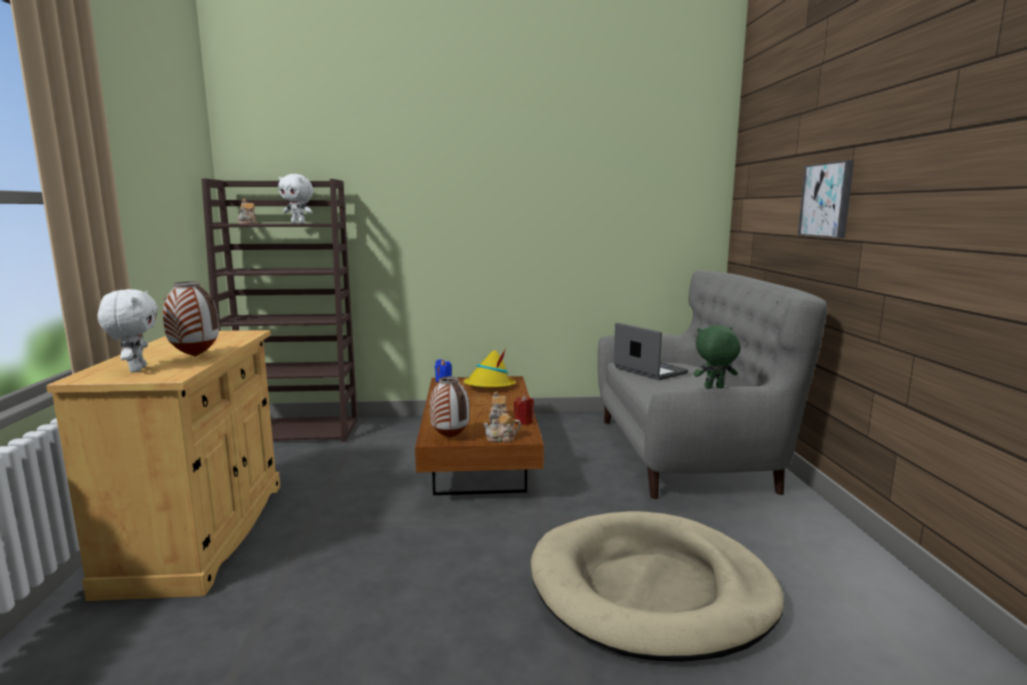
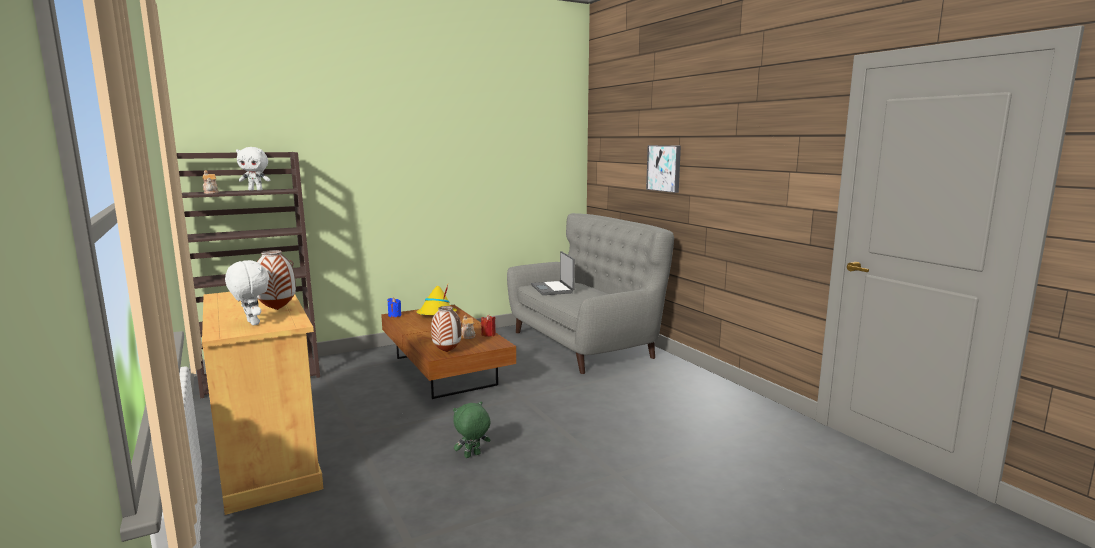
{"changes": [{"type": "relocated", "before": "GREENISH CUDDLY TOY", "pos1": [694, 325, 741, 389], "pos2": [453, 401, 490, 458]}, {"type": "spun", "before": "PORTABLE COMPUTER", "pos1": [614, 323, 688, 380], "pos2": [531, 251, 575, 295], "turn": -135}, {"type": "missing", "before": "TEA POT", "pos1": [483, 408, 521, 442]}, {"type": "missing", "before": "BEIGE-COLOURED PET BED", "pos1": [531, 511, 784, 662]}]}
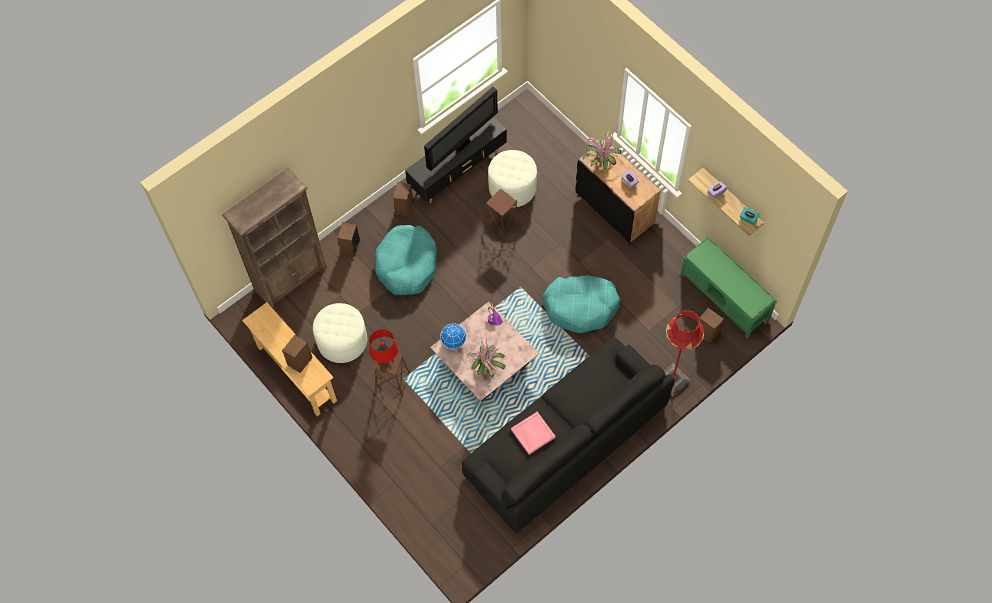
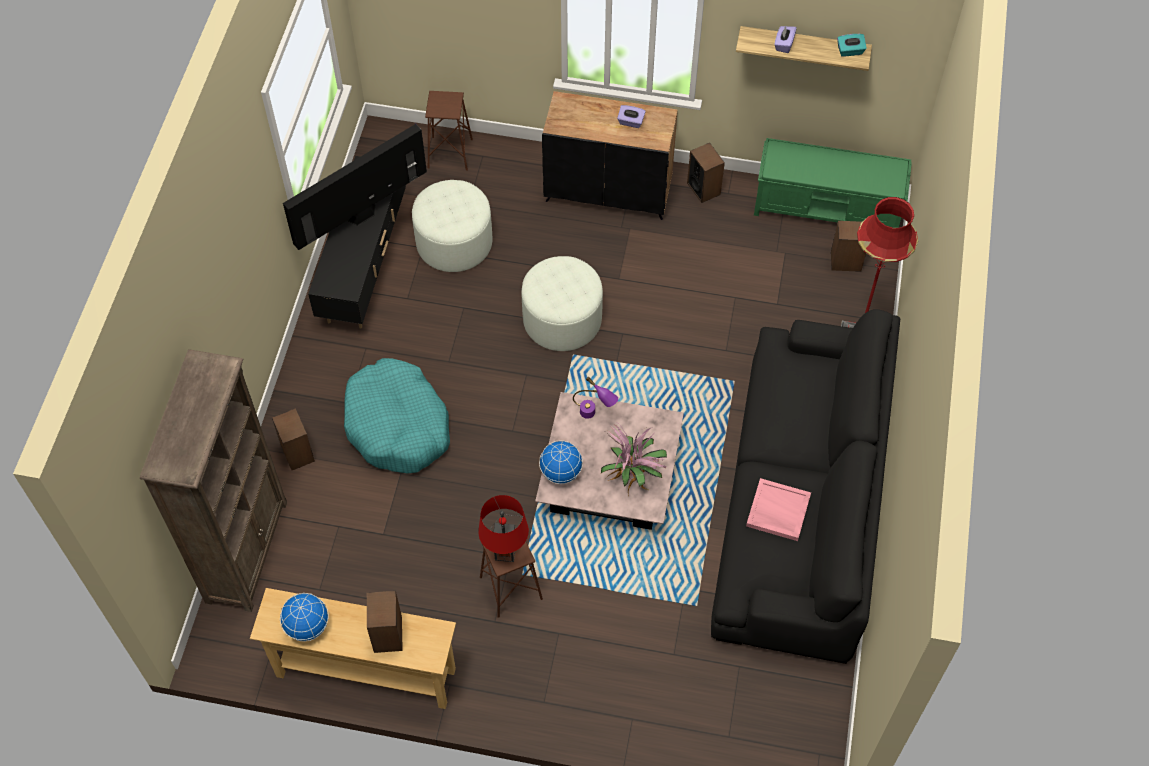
{"changes": [{"type": "appeared", "after": "GLOBE", "pos2": [280, 593, 329, 642]}, {"type": "spun", "before": "TELEVISION", "pos1": [424, 87, 498, 171], "pos2": [283, 124, 427, 250], "turn": -135}, {"type": "relocated", "before": "BROWNISH SITTING STOOL", "pos1": [484, 189, 521, 243], "pos2": [425, 91, 473, 171]}, {"type": "relocated", "before": "WHITE POUFFE", "pos1": [313, 303, 367, 363], "pos2": [522, 256, 603, 351]}, {"type": "relocated", "before": "LOUDSPEAKER", "pos1": [393, 182, 413, 217], "pos2": [687, 143, 725, 203]}, {"type": "missing", "before": "TURQUOISE PET BED", "pos1": [543, 275, 621, 333]}, {"type": "missing", "before": "PLANT IN A POT", "pos1": [583, 130, 621, 170]}]}
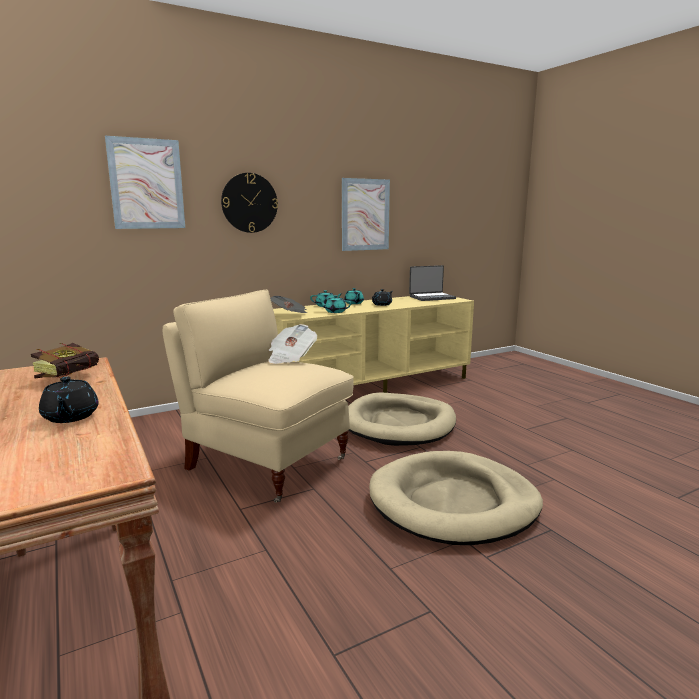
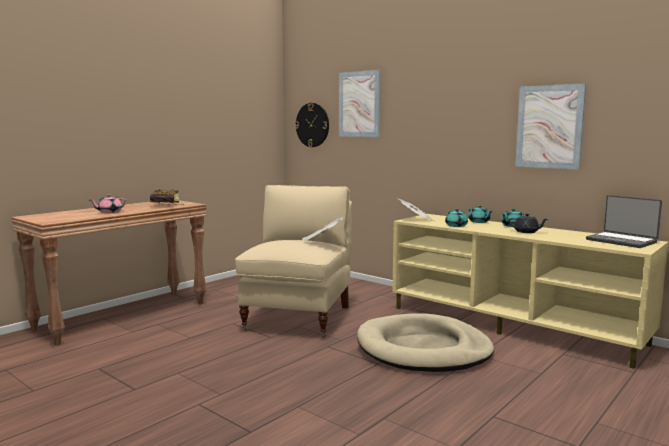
{"changes": [{"type": "colour", "before": "BLACKISH TEA POT", "after": "PINK TEA POT", "pos1": [39, 377, 99, 423], "pos2": [90, 194, 127, 213]}, {"type": "relocated", "before": "WALL CLOCK", "pos1": [221, 173, 278, 233], "pos2": [295, 103, 329, 147]}, {"type": "missing", "before": "BEIGE-COLOURED PET BED", "pos1": [369, 451, 543, 545]}]}
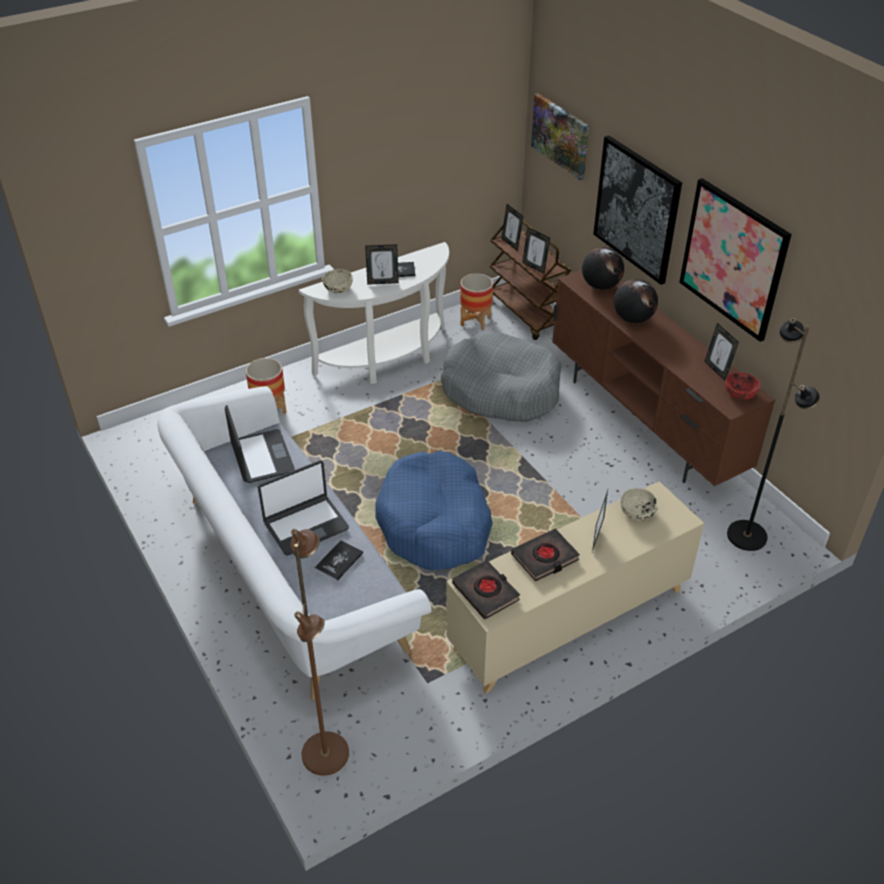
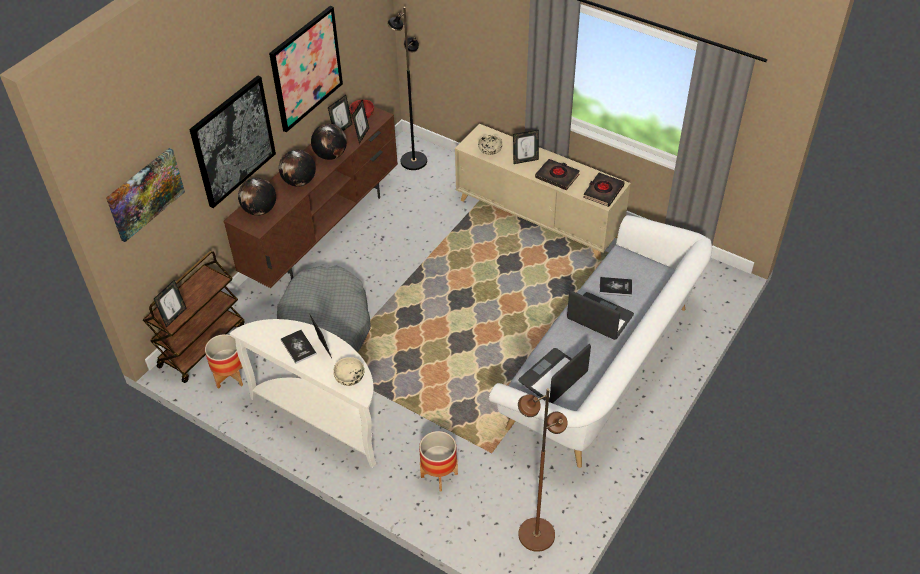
{"changes": [{"type": "appeared", "after": "GLOBE", "pos2": [311, 124, 347, 160]}, {"type": "relocated", "before": "PICTURE FRAME", "pos1": [522, 227, 550, 274], "pos2": [352, 99, 369, 144]}, {"type": "relocated", "before": "BROWNISH STANDARD LAMP", "pos1": [290, 529, 349, 775], "pos2": [518, 388, 567, 552]}, {"type": "missing", "before": "BLUE PET BED", "pos1": [375, 451, 493, 570]}]}
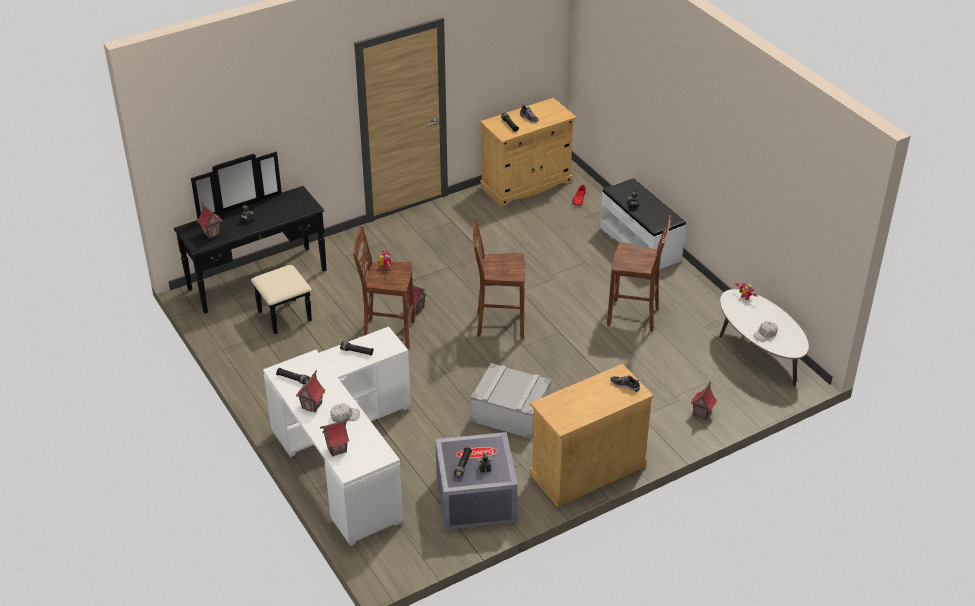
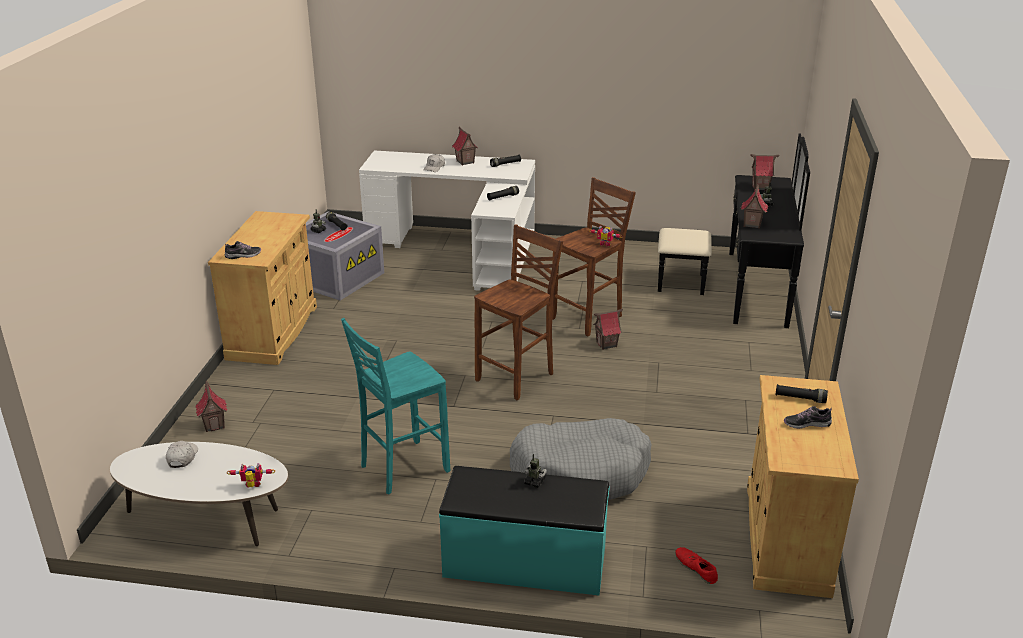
{"changes": [{"type": "colour", "before": "BROWNISH SITTING STOOL", "after": "TURQUOISE SITTING STOOL", "pos1": [607, 215, 671, 332], "pos2": [341, 318, 450, 495]}, {"type": "colour", "before": "WHITE BENCH", "after": "TURQUOISE BENCH", "pos1": [600, 178, 686, 270], "pos2": [439, 466, 610, 595]}, {"type": "appeared", "after": "GREY PET BED", "pos2": [510, 418, 652, 500]}, {"type": "relocated", "before": "MODEL HOUSE", "pos1": [320, 418, 349, 457], "pos2": [741, 184, 768, 228]}, {"type": "missing", "before": "GREY STORAGE CONTAINER", "pos1": [471, 363, 551, 439]}]}
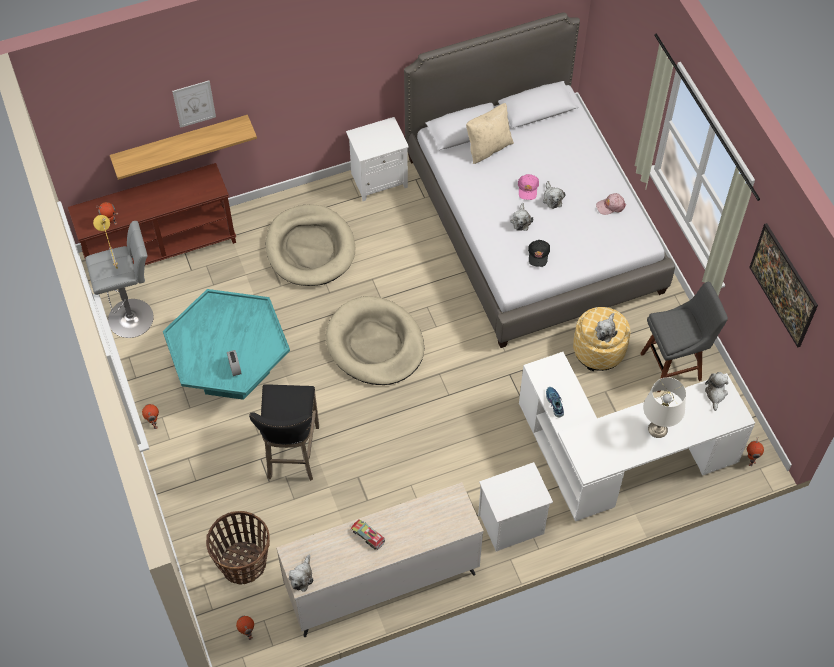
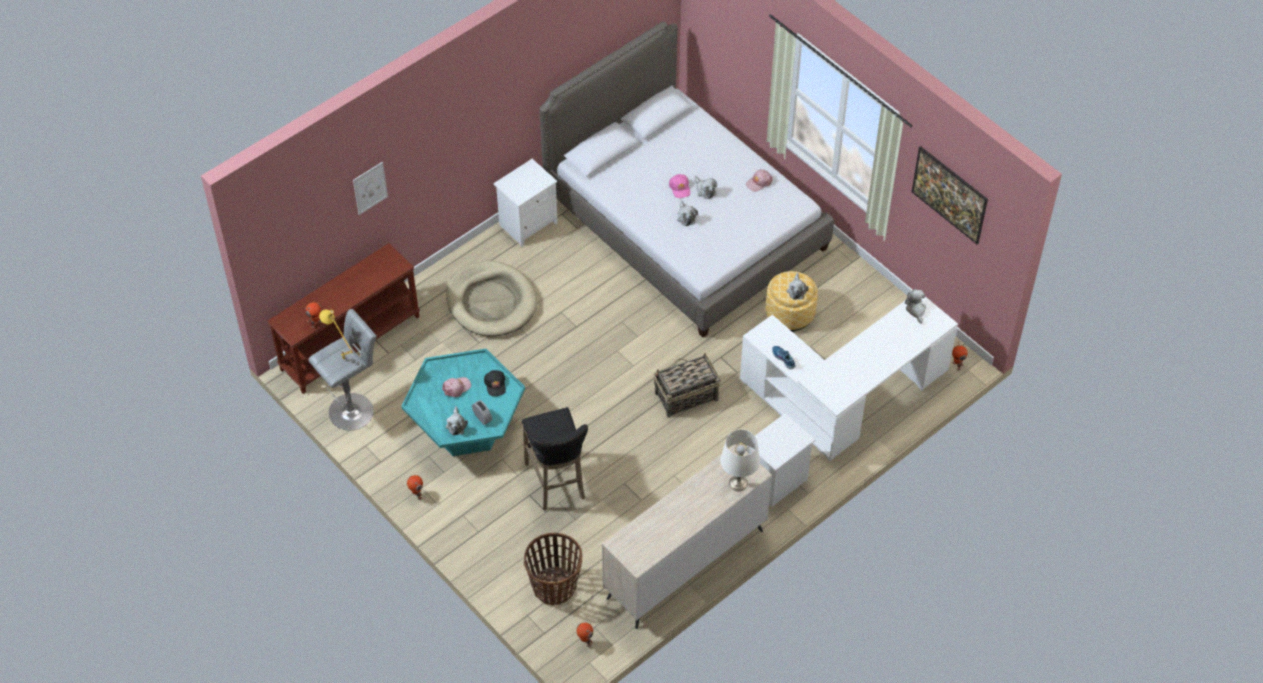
{"changes": [{"type": "appeared", "after": "PINK CAP", "pos2": [442, 377, 471, 397]}, {"type": "relocated", "before": "CUDDLY TOY", "pos1": [289, 554, 313, 591], "pos2": [446, 406, 468, 435]}, {"type": "relocated", "before": "BLACKISH CAP", "pos1": [528, 240, 550, 267], "pos2": [484, 370, 506, 396]}, {"type": "appeared", "after": "STORAGE BASKET", "pos2": [654, 353, 720, 418]}, {"type": "relocated", "before": "WHITE TABLETOP LAMP", "pos1": [643, 377, 686, 438], "pos2": [720, 430, 760, 491]}, {"type": "missing", "before": "SHELF", "pos1": [110, 115, 257, 180]}, {"type": "missing", "before": "BEIGE-COLOURED PET BED", "pos1": [326, 296, 424, 385]}, {"type": "missing", "before": "TOY LORRY", "pos1": [351, 519, 385, 550]}, {"type": "missing", "before": "BEIGE-COLOURED CUSHION", "pos1": [466, 103, 514, 164]}, {"type": "missing", "before": "GREY SITTING STOOL", "pos1": [640, 282, 728, 392]}]}
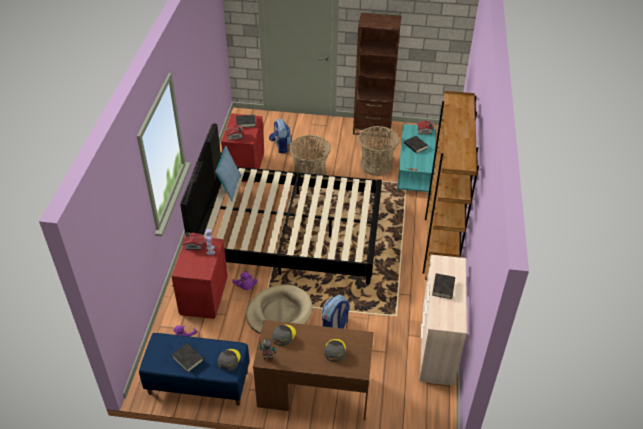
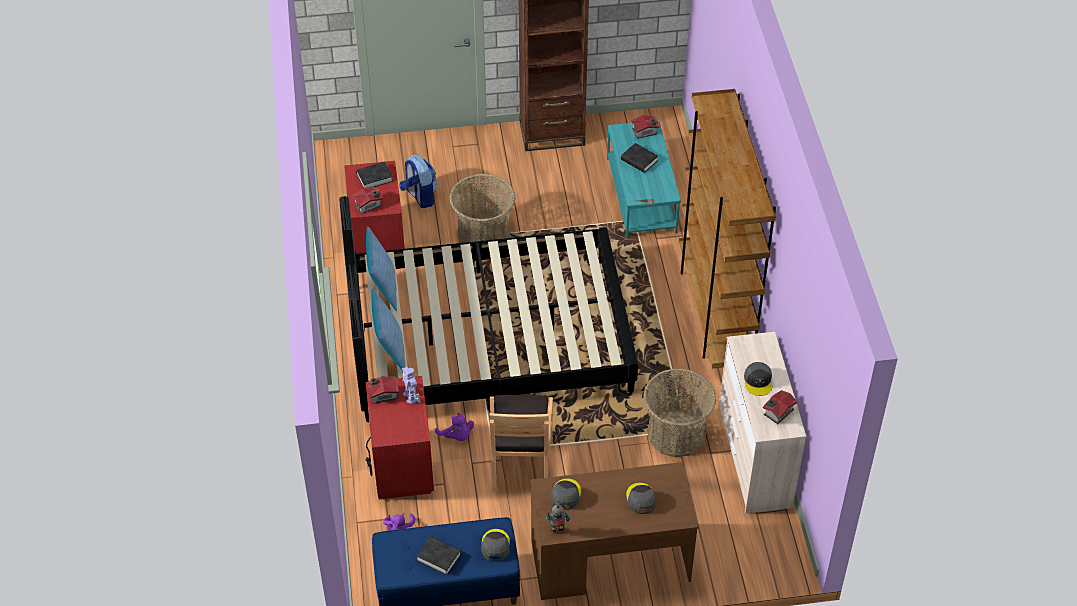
{"changes": [{"type": "appeared", "after": "CUSHION", "pos2": [371, 289, 405, 370]}, {"type": "exchanged", "before": "BEIGE-COLOURED PET BED", "after": "BROWNISH PLAIN CHAIR", "pos1": [246, 285, 313, 334], "pos2": [489, 395, 553, 492]}, {"type": "relocated", "before": "STORAGE BASKET", "pos1": [358, 126, 399, 176], "pos2": [643, 369, 716, 458]}, {"type": "exchanged", "before": "BLACKISH BOOK", "after": "GREY CAP", "pos1": [432, 273, 455, 299], "pos2": [744, 362, 773, 396]}, {"type": "appeared", "after": "MODEL HOUSE", "pos2": [763, 390, 798, 424]}, {"type": "missing", "before": "BACKPACK", "pos1": [322, 295, 350, 329]}]}
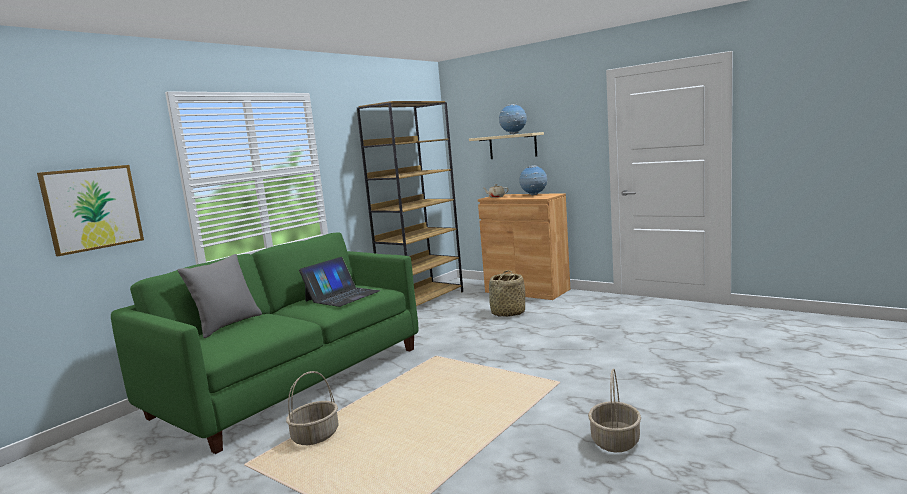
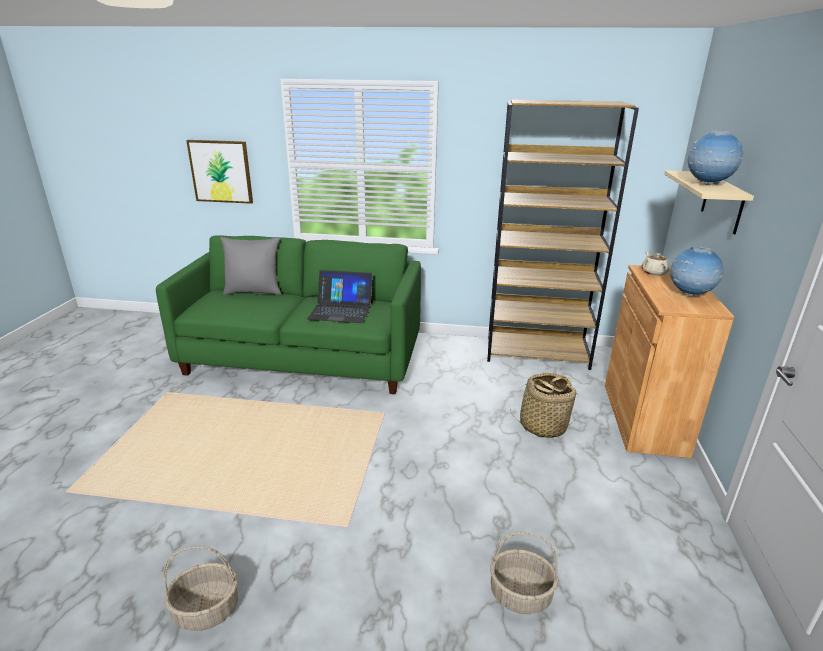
{"changes": [{"type": "relocated", "before": "STORAGE BASKET", "pos1": [286, 371, 338, 445], "pos2": [490, 532, 558, 614]}]}
